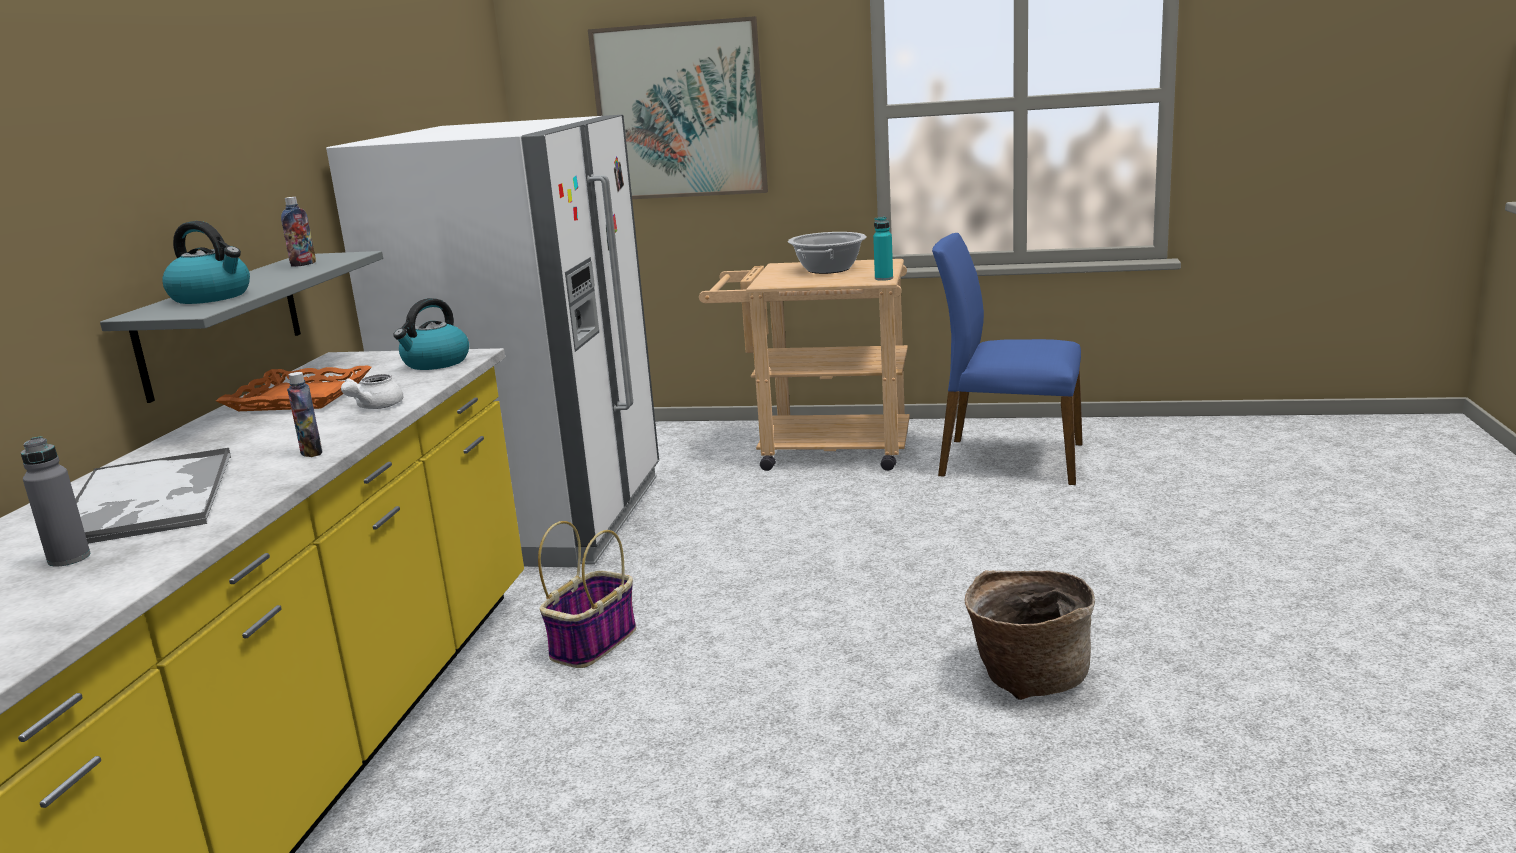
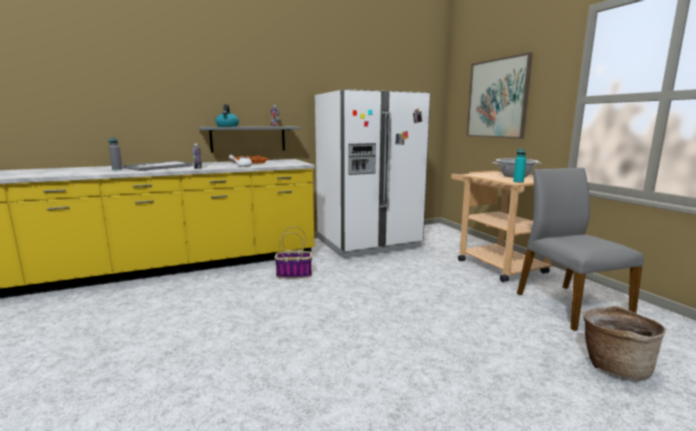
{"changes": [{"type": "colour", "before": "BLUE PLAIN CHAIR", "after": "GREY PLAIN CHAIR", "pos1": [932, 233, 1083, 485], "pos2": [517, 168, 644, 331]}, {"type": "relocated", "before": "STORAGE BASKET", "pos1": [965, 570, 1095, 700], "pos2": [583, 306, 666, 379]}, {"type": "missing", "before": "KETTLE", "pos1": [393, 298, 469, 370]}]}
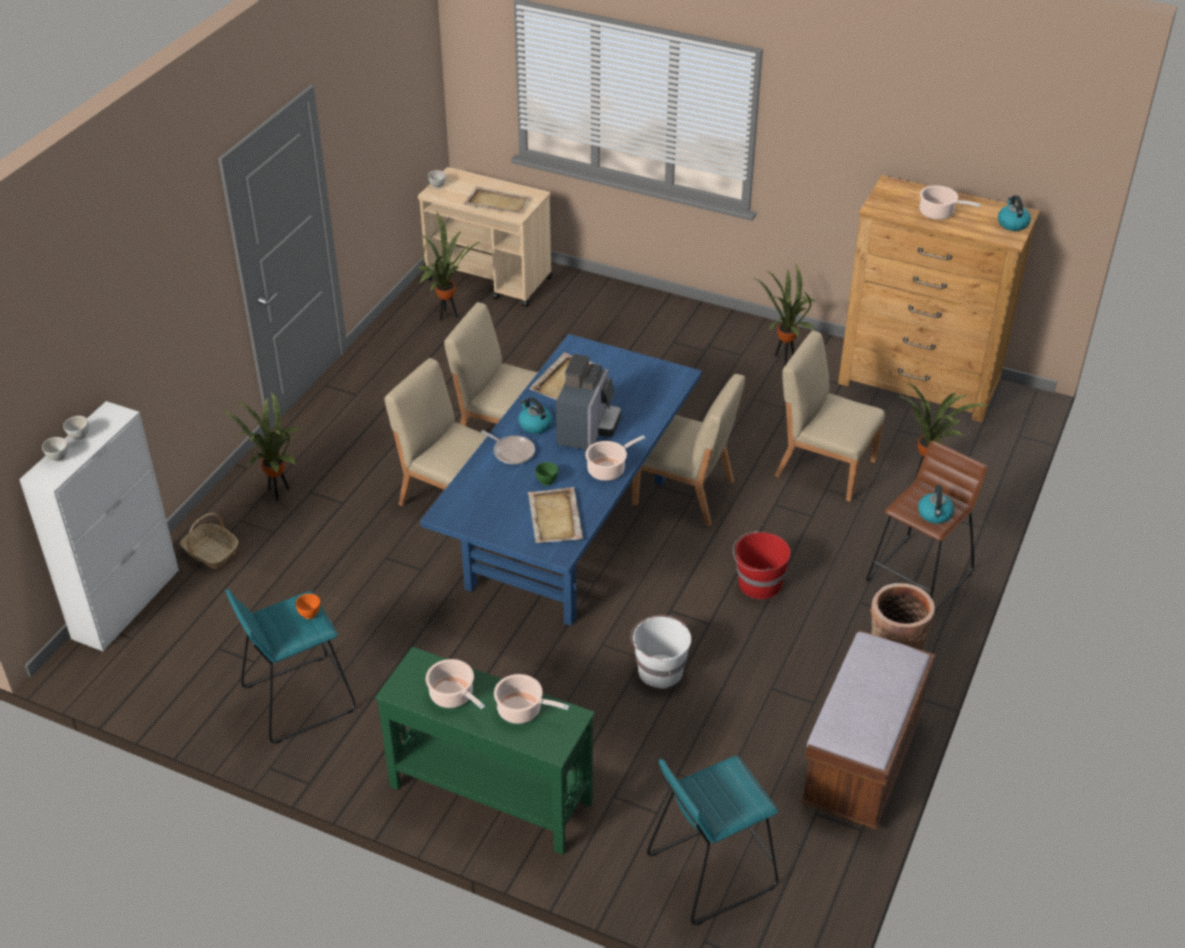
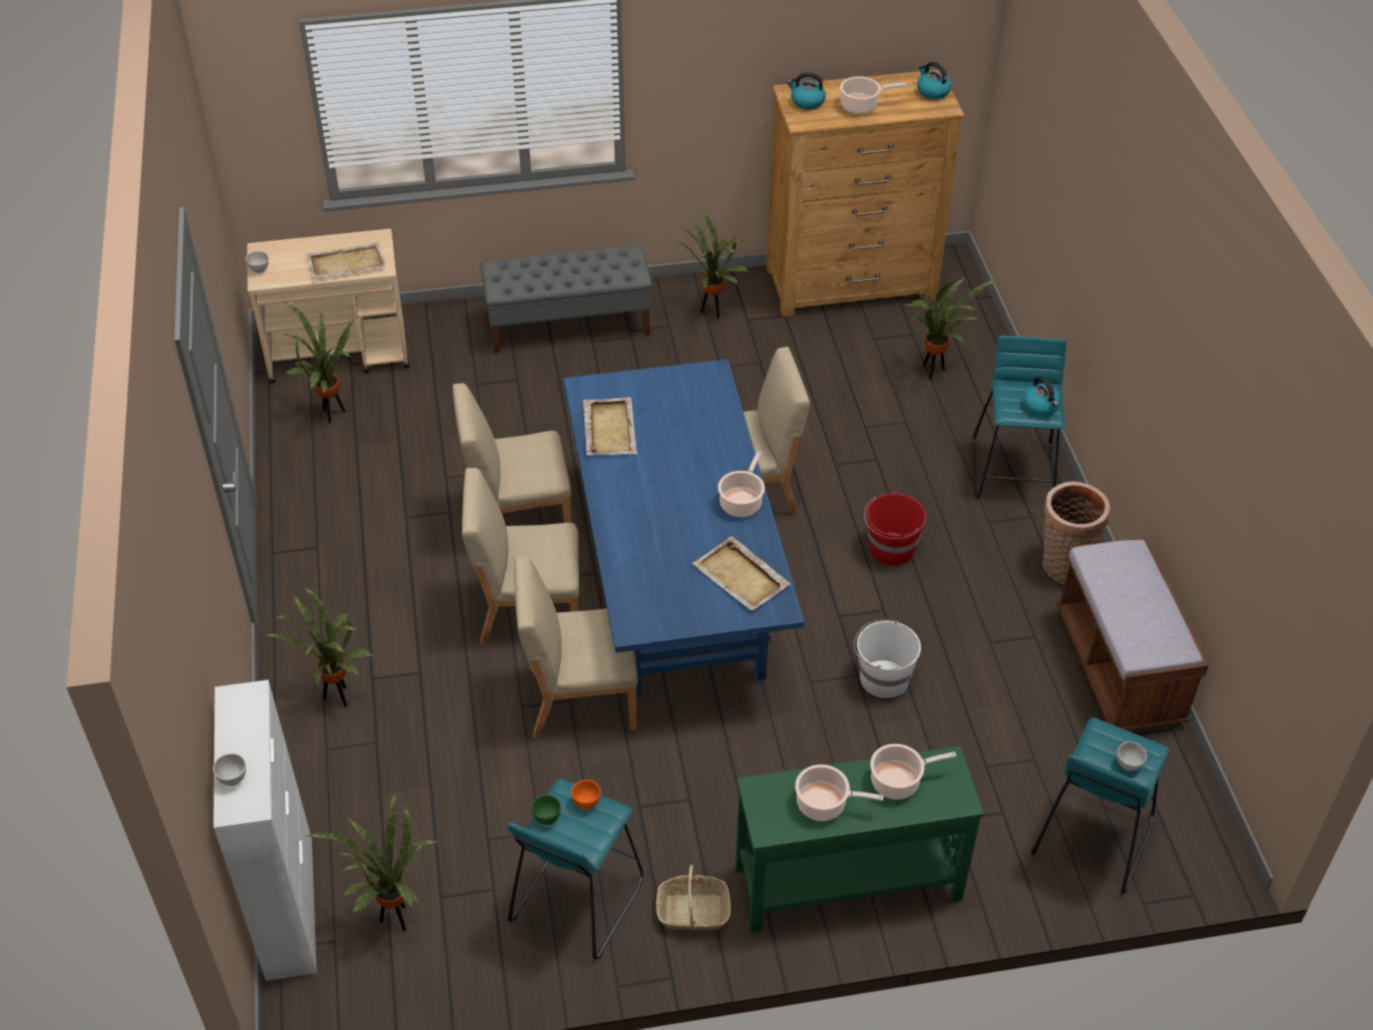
{"changes": [{"type": "appeared", "after": "PLANT IN A POT", "pos2": [307, 792, 439, 931]}, {"type": "appeared", "after": "GREY BENCH", "pos2": [480, 245, 652, 353]}, {"type": "relocated", "before": "BEIGE-COLOURED PLAIN CHAIR", "pos1": [775, 330, 885, 502], "pos2": [514, 556, 638, 738]}, {"type": "relocated", "before": "GREENISH DEEP DISH", "pos1": [535, 462, 558, 486], "pos2": [531, 795, 561, 825]}, {"type": "relocated", "before": "STORAGE BASKET", "pos1": [180, 513, 239, 569], "pos2": [656, 865, 731, 930]}, {"type": "relocated", "before": "KETTLE", "pos1": [519, 397, 552, 434], "pos2": [787, 72, 826, 109]}, {"type": "colour", "before": "BROWNISH SITTING STOOL", "after": "TURQUOISE SITTING STOOL", "pos1": [866, 440, 987, 613], "pos2": [972, 336, 1066, 498]}, {"type": "relocated", "before": "WHITE DEEP DISH", "pos1": [63, 416, 89, 440], "pos2": [1117, 742, 1147, 771]}, {"type": "missing", "before": "FRYING PAN", "pos1": [481, 430, 535, 465]}, {"type": "missing", "before": "COFFEE MAKER", "pos1": [556, 354, 621, 450]}]}
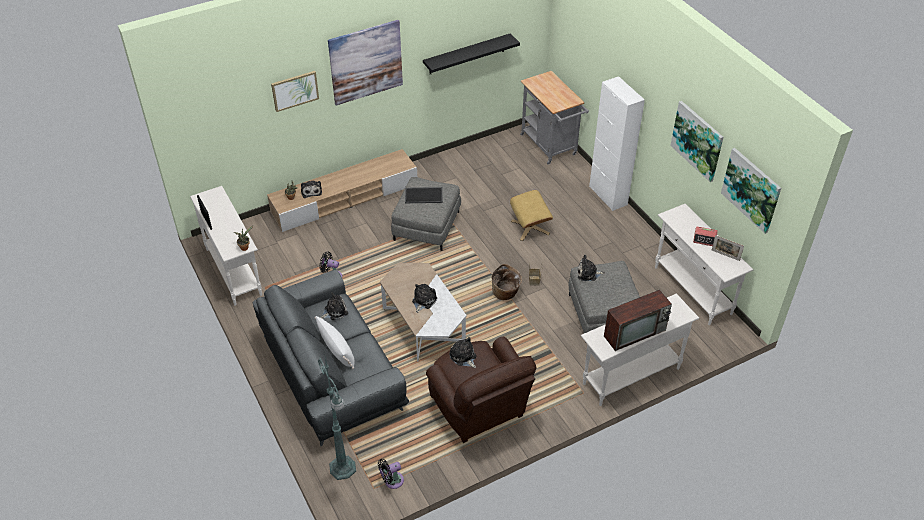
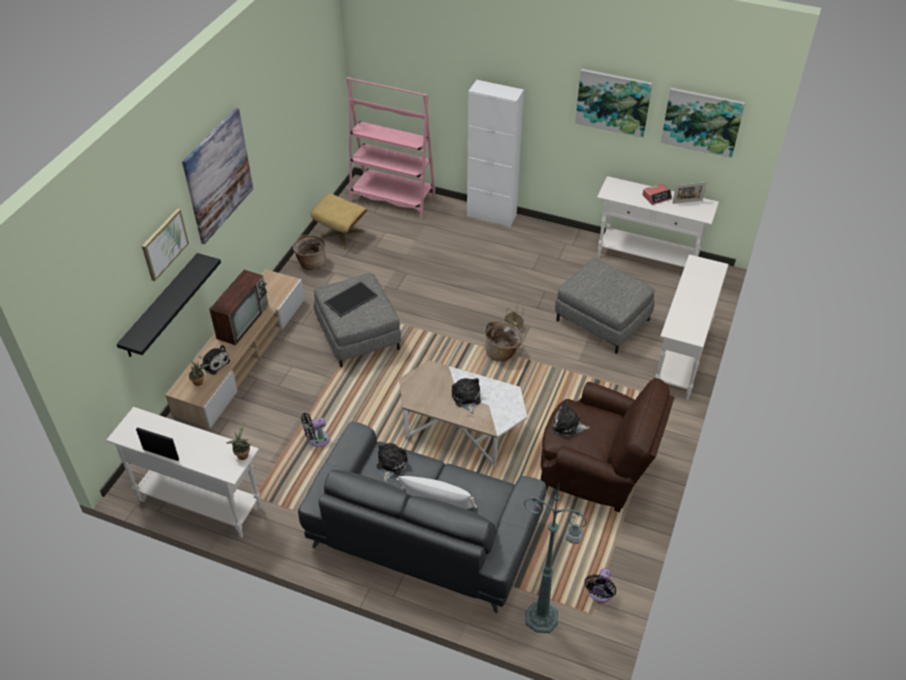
{"changes": [{"type": "relocated", "before": "BLACKISH SHELF", "pos1": [423, 33, 520, 74], "pos2": [117, 253, 221, 357]}, {"type": "relocated", "before": "TELEVISION", "pos1": [604, 290, 672, 351], "pos2": [209, 270, 269, 346]}, {"type": "appeared", "after": "STORAGE BASKET", "pos2": [293, 235, 326, 270]}, {"type": "relocated", "before": "BEIGE-COLOURED POUFFE", "pos1": [510, 190, 553, 241], "pos2": [311, 194, 367, 249]}, {"type": "exchanged", "before": "GREY TROLLEY", "after": "PINK SHELVING UNIT", "pos1": [520, 71, 589, 165], "pos2": [347, 77, 436, 219]}, {"type": "missing", "before": "CUDDLY TOY", "pos1": [578, 254, 605, 281]}]}
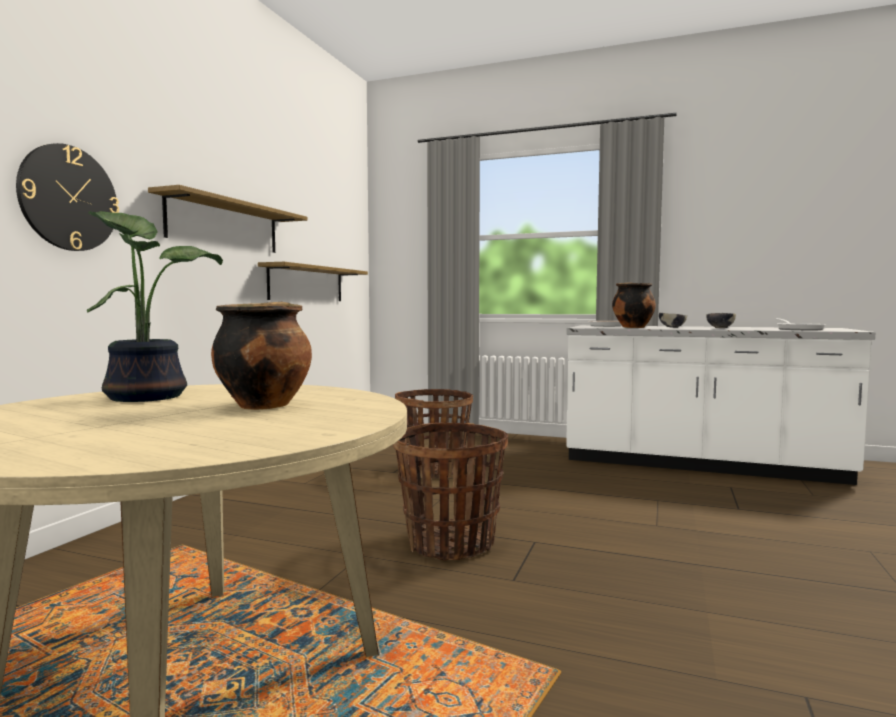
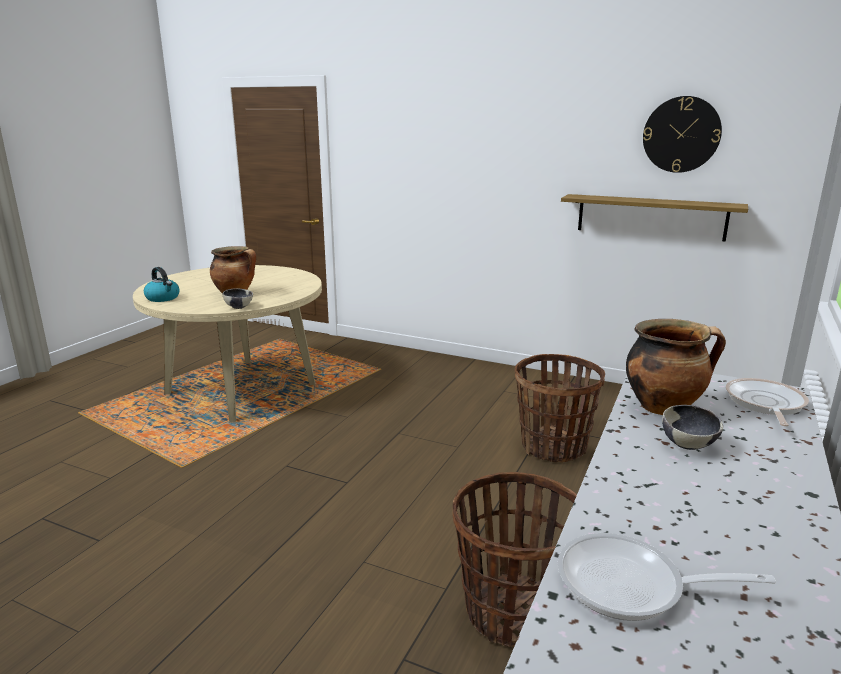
{"changes": [{"type": "appeared", "after": "KETTLE", "pos2": [144, 267, 180, 302]}, {"type": "relocated", "before": "DEEP DISH", "pos1": [706, 313, 736, 328], "pos2": [223, 288, 253, 309]}, {"type": "relocated", "before": "STORAGE BASKET", "pos1": [393, 423, 508, 560], "pos2": [453, 472, 577, 647]}, {"type": "relocated", "before": "WALL CLOCK", "pos1": [16, 143, 119, 251], "pos2": [643, 96, 722, 173]}, {"type": "missing", "before": "PLANT IN A POT", "pos1": [87, 211, 223, 402]}, {"type": "missing", "before": "SHELF", "pos1": [148, 185, 307, 253]}]}
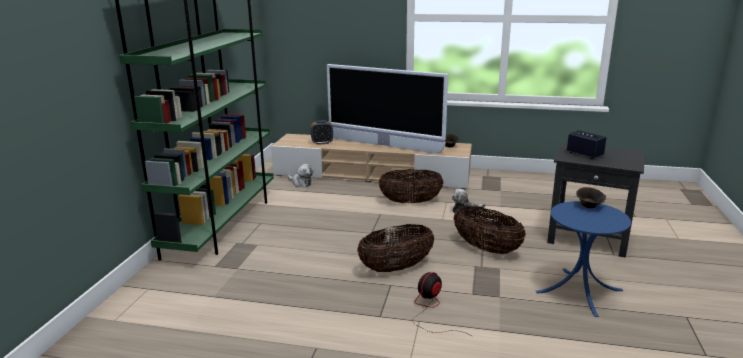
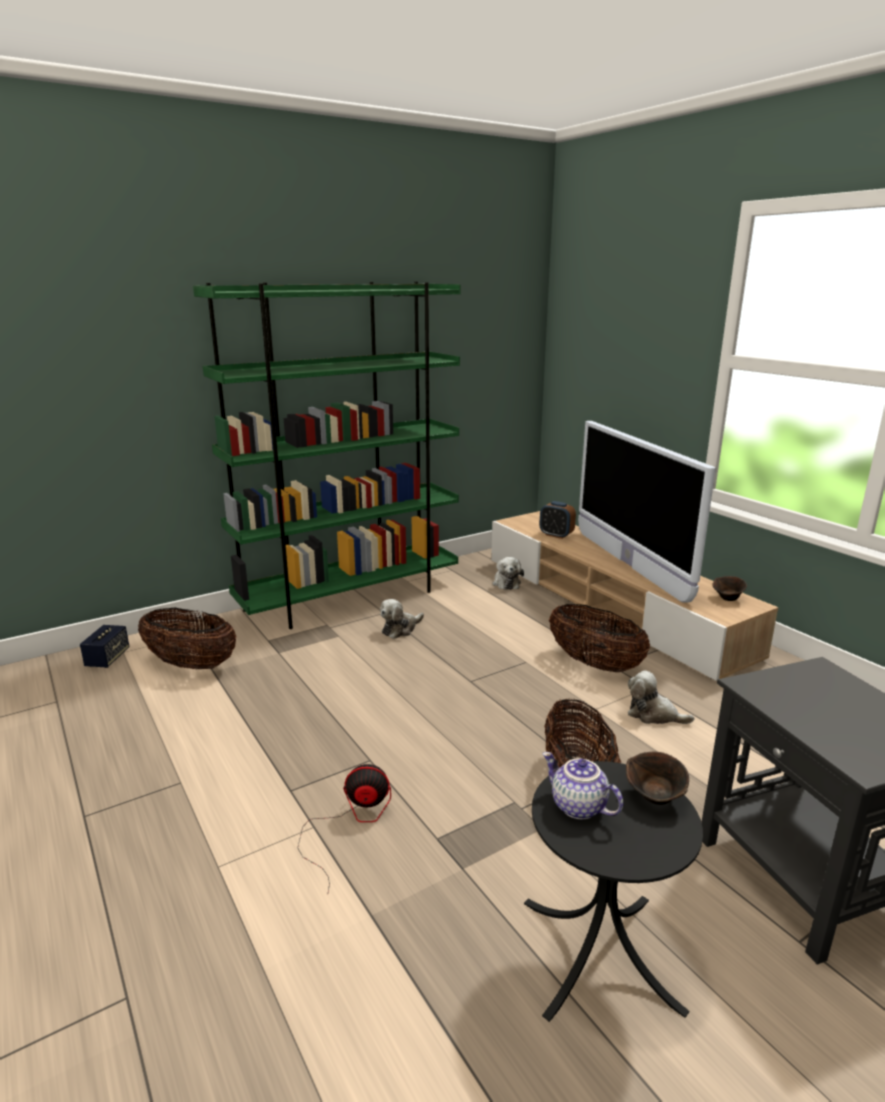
{"changes": [{"type": "relocated", "before": "LOUDSPEAKER", "pos1": [567, 131, 607, 159], "pos2": [80, 625, 129, 668]}, {"type": "relocated", "before": "STORAGE BASKET", "pos1": [357, 224, 434, 272], "pos2": [138, 608, 237, 669]}, {"type": "appeared", "after": "CUDDLY TOY", "pos2": [380, 599, 424, 639]}, {"type": "colour", "before": "BLUE ACCENT TABLE", "after": "BLACKISH ACCENT TABLE", "pos1": [536, 201, 631, 317], "pos2": [524, 761, 703, 1022]}, {"type": "appeared", "after": "TEA POT", "pos2": [543, 752, 623, 819]}]}
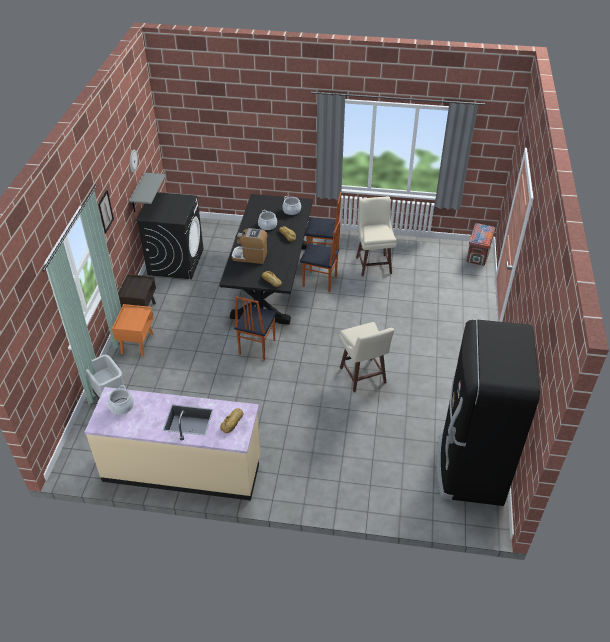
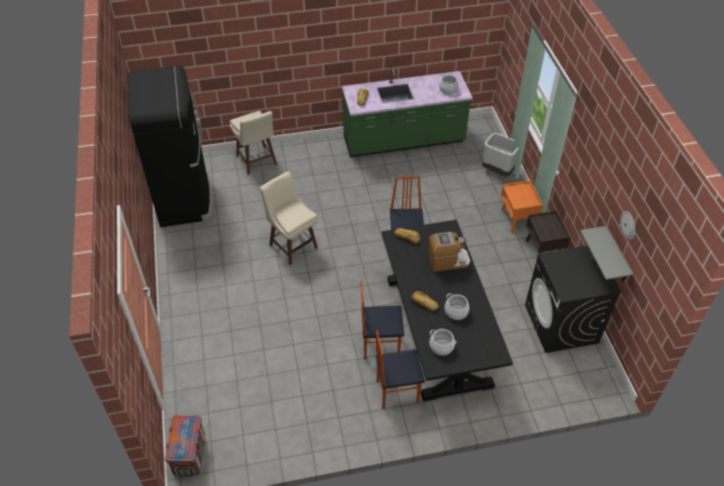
{"changes": [{"type": "relocated", "before": "BEIGE-COLOURED SITTING STOOL", "pos1": [356, 197, 397, 277], "pos2": [230, 111, 277, 175]}, {"type": "colour", "before": "BEIGE-COLOURED KITCHEN COUNTER", "after": "GREENISH KITCHEN COUNTER", "pos1": [85, 387, 260, 500], "pos2": [342, 67, 473, 157]}, {"type": "missing", "before": "WALL PICTURE", "pos1": [98, 190, 114, 234]}]}
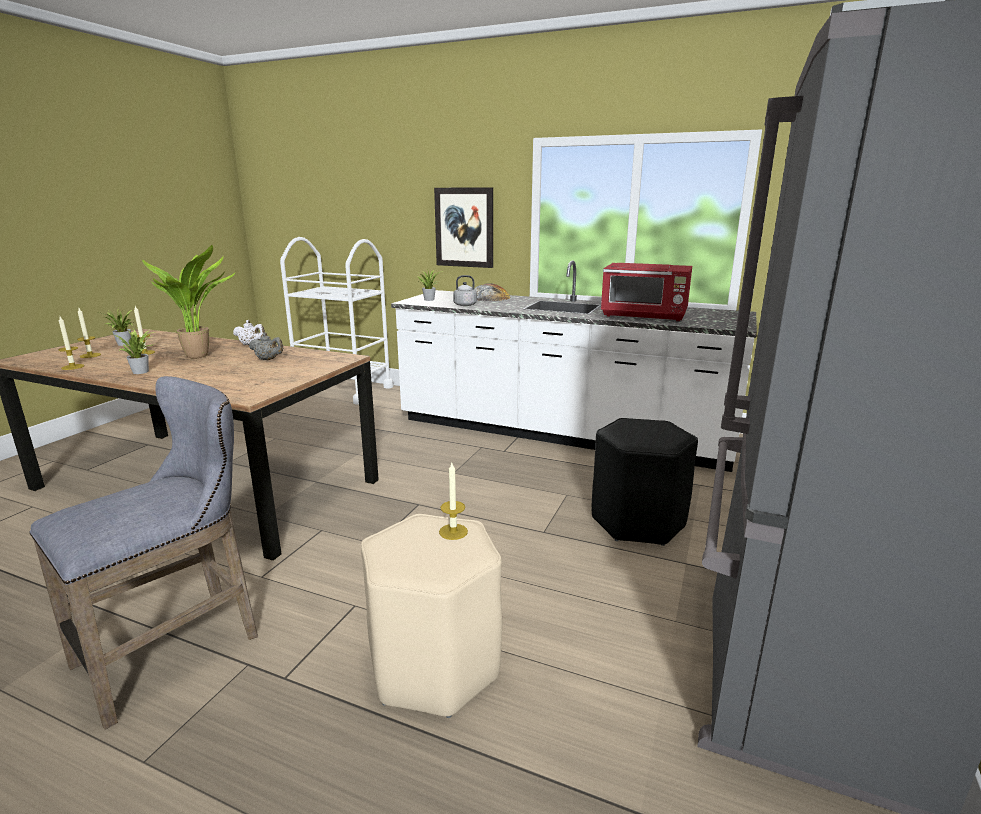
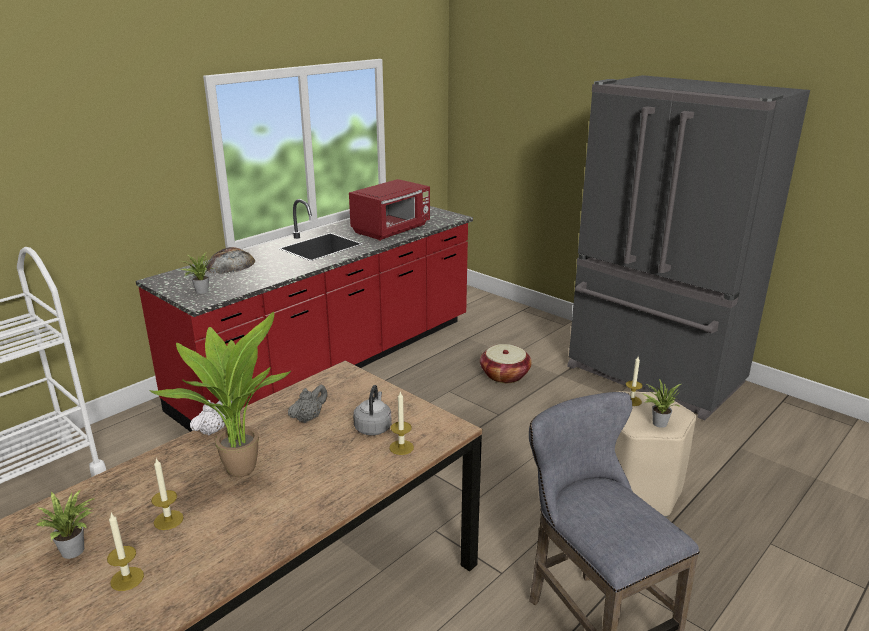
{"changes": [{"type": "colour", "before": "WHITE KITCHEN COUNTER", "after": "RED-COLOURED KITCHEN COUNTER", "pos1": [391, 260, 757, 472], "pos2": [136, 199, 473, 432]}, {"type": "relocated", "before": "GREY KETTLE", "pos1": [453, 275, 484, 306], "pos2": [353, 385, 391, 436]}, {"type": "relocated", "before": "WAX CANDLE", "pos1": [58, 316, 84, 370], "pos2": [389, 392, 414, 455]}, {"type": "exchanged", "before": "BLACKISH SITTING STOOL", "after": "STORAGE BASKET", "pos1": [592, 418, 698, 546], "pos2": [480, 344, 532, 383]}, {"type": "relocated", "before": "PLANT IN A POT", "pos1": [115, 330, 155, 374], "pos2": [642, 379, 681, 428]}, {"type": "missing", "before": "WALL PICTURE", "pos1": [434, 187, 493, 268]}]}
